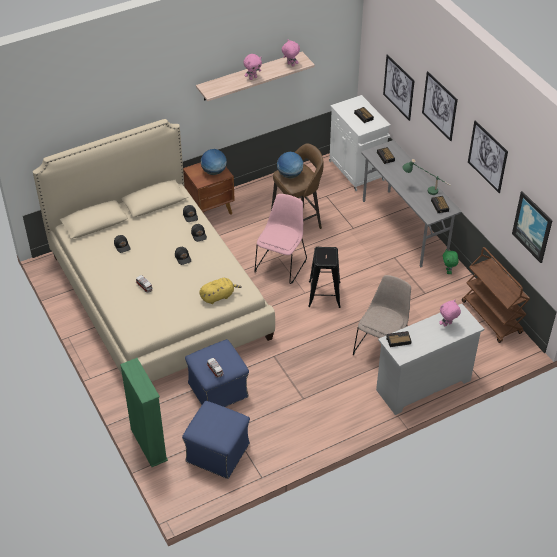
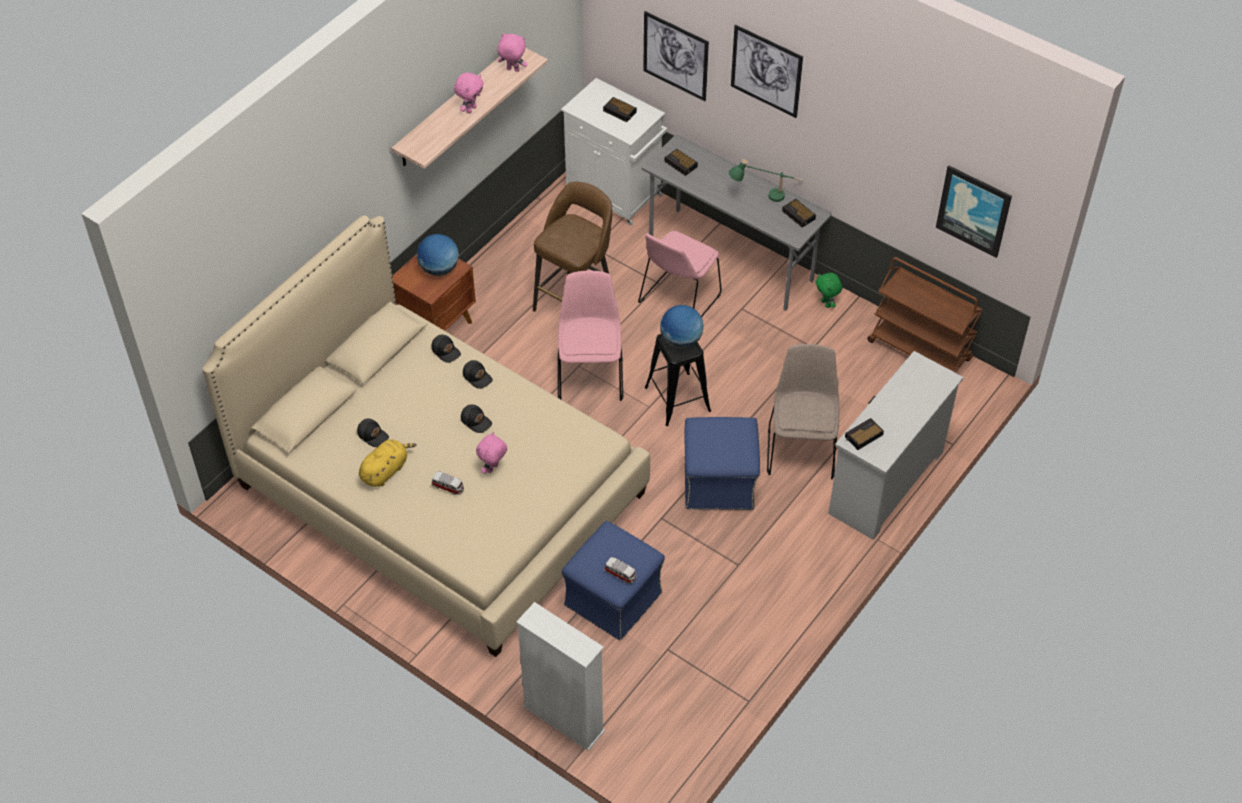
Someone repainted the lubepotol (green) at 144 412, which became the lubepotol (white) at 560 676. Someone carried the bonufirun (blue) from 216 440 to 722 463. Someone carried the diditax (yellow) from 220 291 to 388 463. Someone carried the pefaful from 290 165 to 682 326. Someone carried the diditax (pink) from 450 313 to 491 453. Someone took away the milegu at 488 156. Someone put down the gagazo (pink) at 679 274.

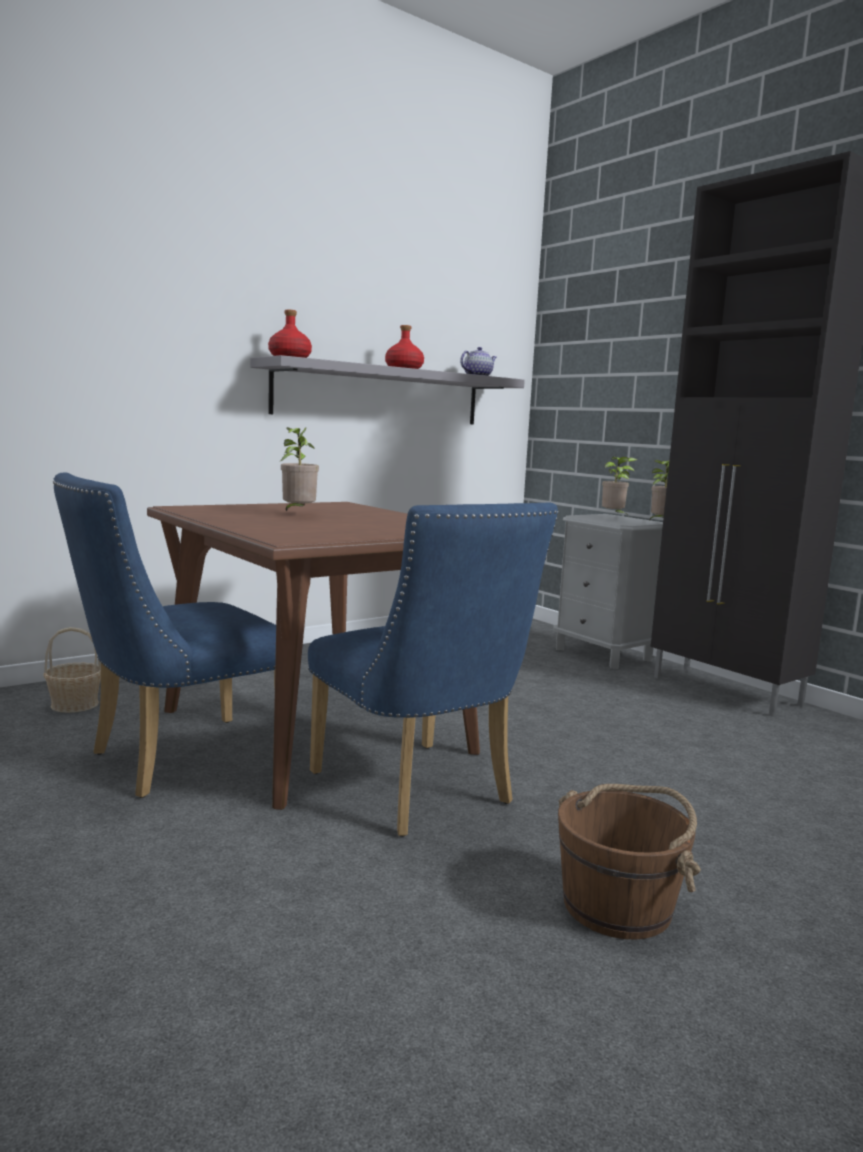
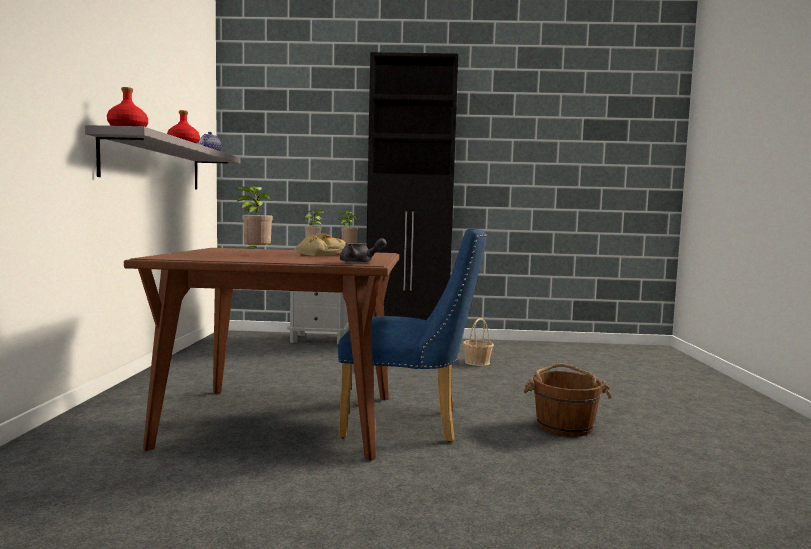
Someone carried the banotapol from 72 670 to 478 342. Someone took away the gagazo (blue) at 164 635. Someone put down the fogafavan at 320 244. Someone put down the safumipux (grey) at 363 250.

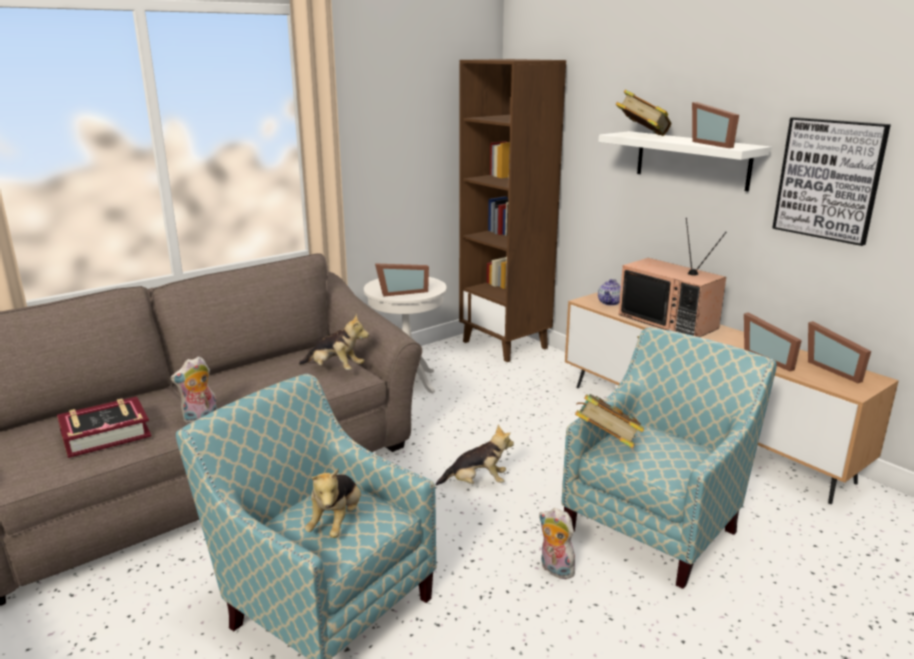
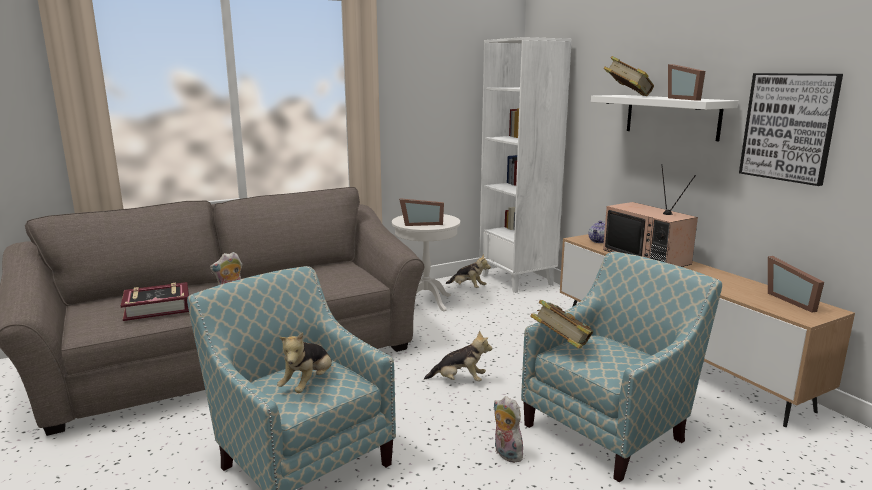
Someone carried the diditax from 334 342 to 468 271. Someone repainted the lubepotol (brown) at 512 210, which became the lubepotol (white) at 525 165. Someone took away the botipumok at 773 341.

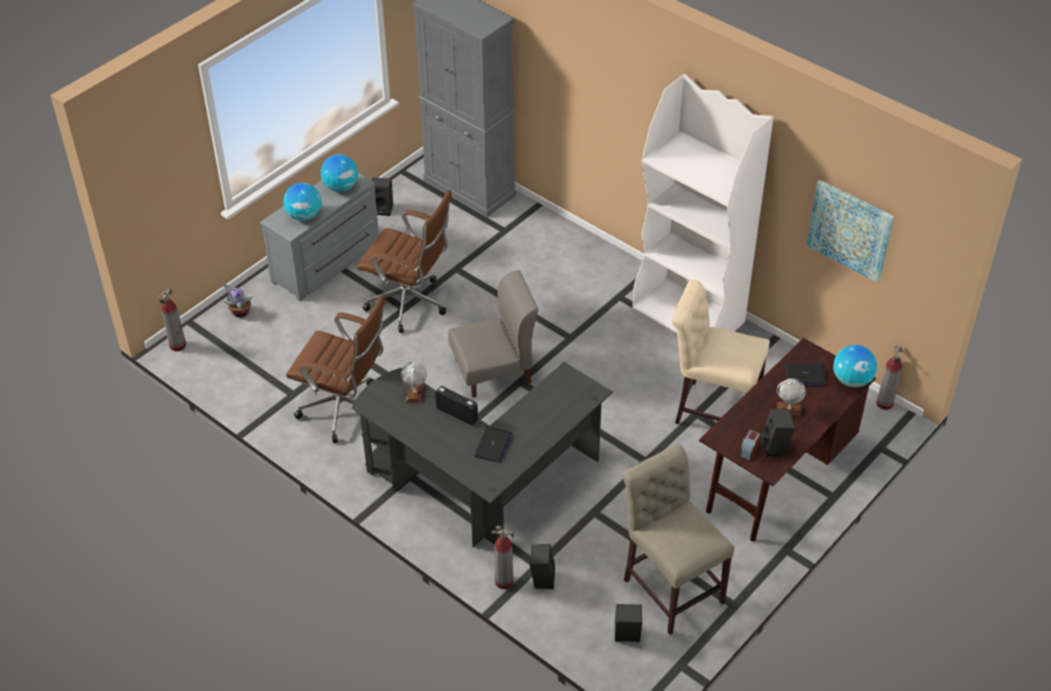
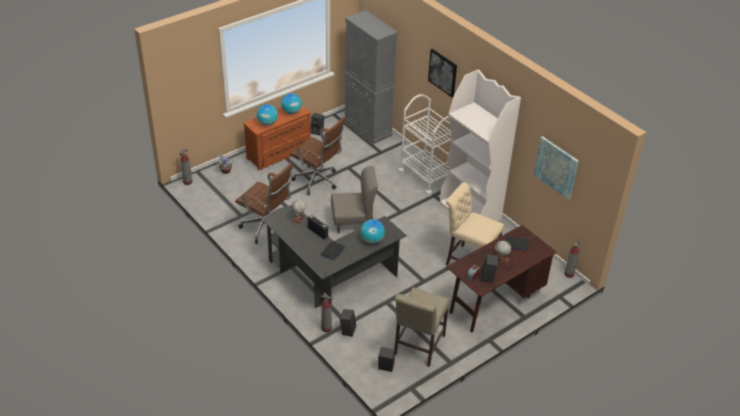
Someone repainted the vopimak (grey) at 319 237, which became the vopimak (brown) at 277 138. Someone rotated the gagazo (beige) at 678 539 by 135 degrees counterclockwise. Someone carried the pefaful from 855 366 to 373 231. Someone put down the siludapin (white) at 425 145. Someone put up the milegu at 442 73.

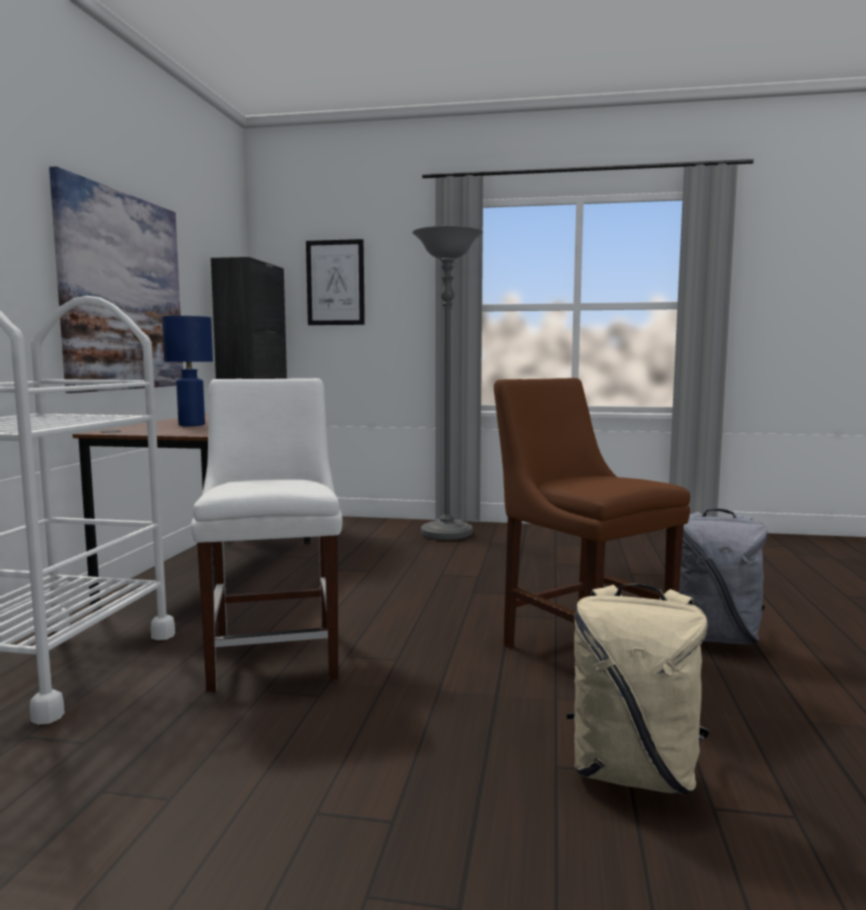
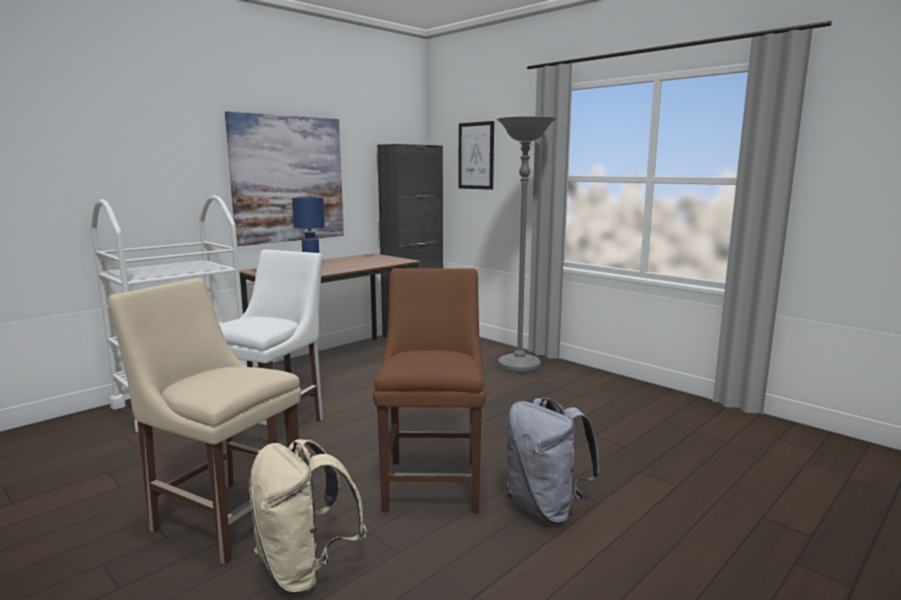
Someone put down the gagazo (beige) at 204 421.

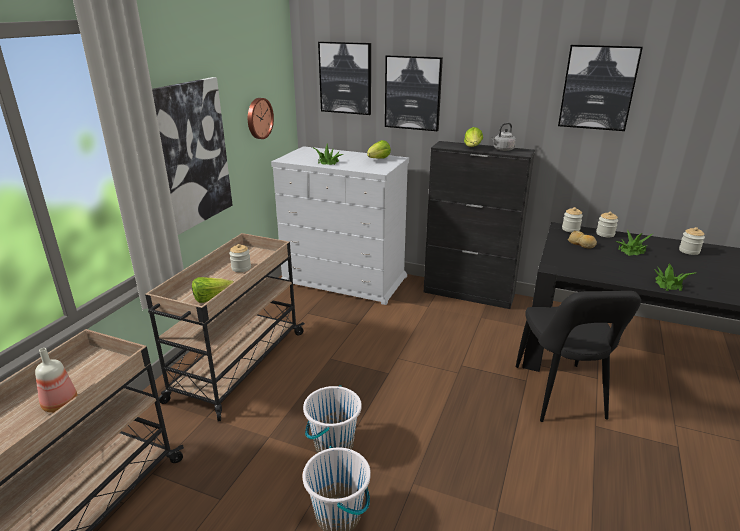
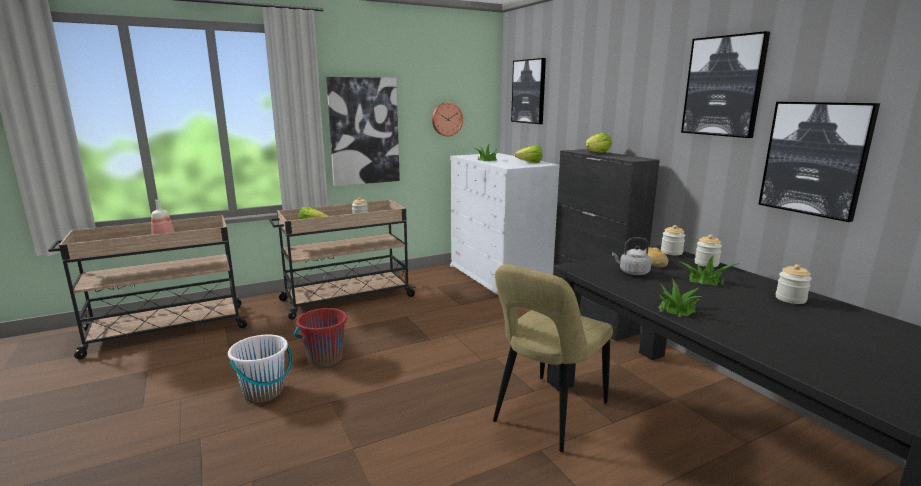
Someone repainted the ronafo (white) at 332 419, which became the ronafo (red) at 321 337. Someone carried the milegu from 414 93 to 819 162. Someone carried the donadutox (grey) from 504 137 to 632 256. Someone repainted the gagazo (black) at 578 356, which became the gagazo (beige) at 553 358.

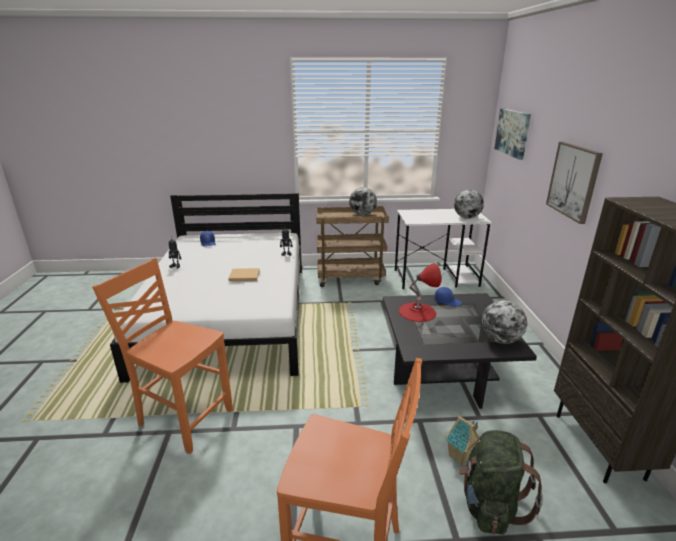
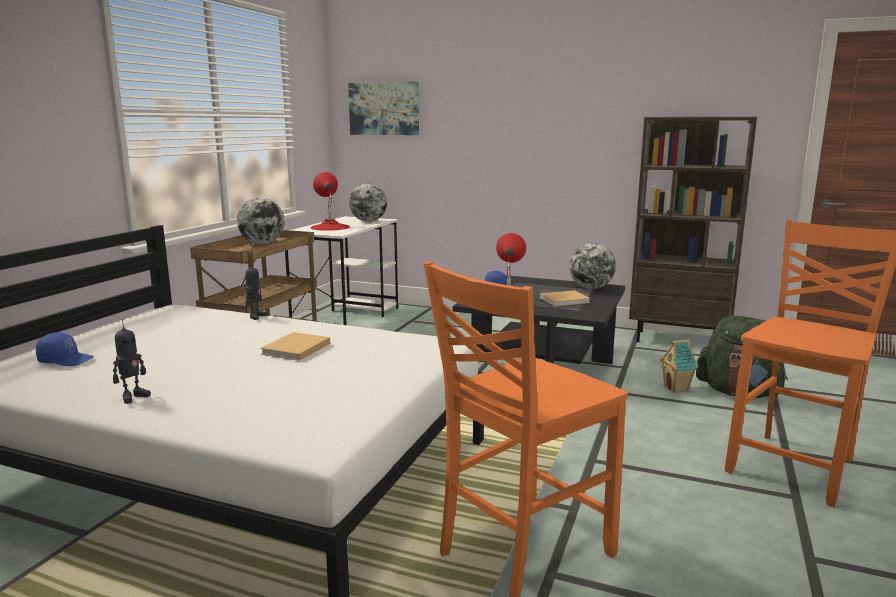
Someone took away the milegu at 574 183. Someone put down the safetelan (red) at 330 201. Someone put down the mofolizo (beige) at 565 298.

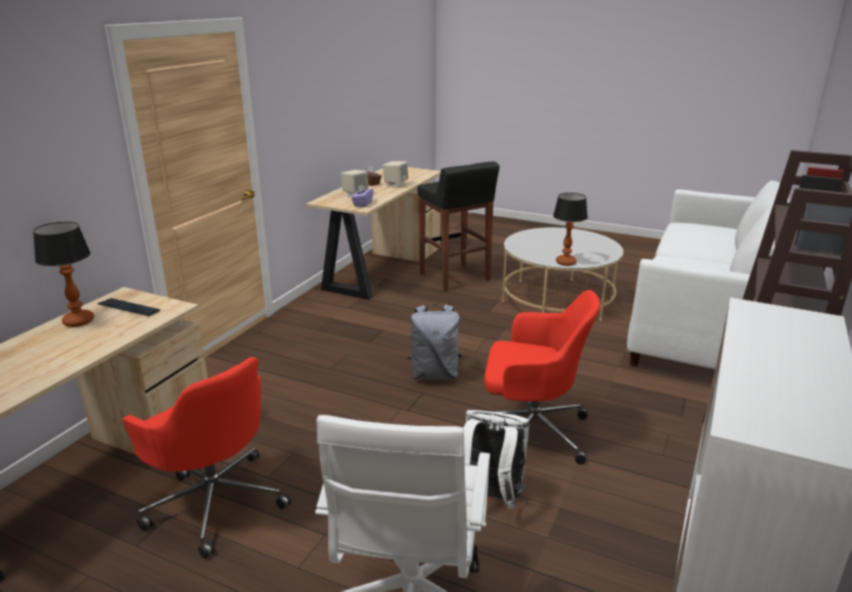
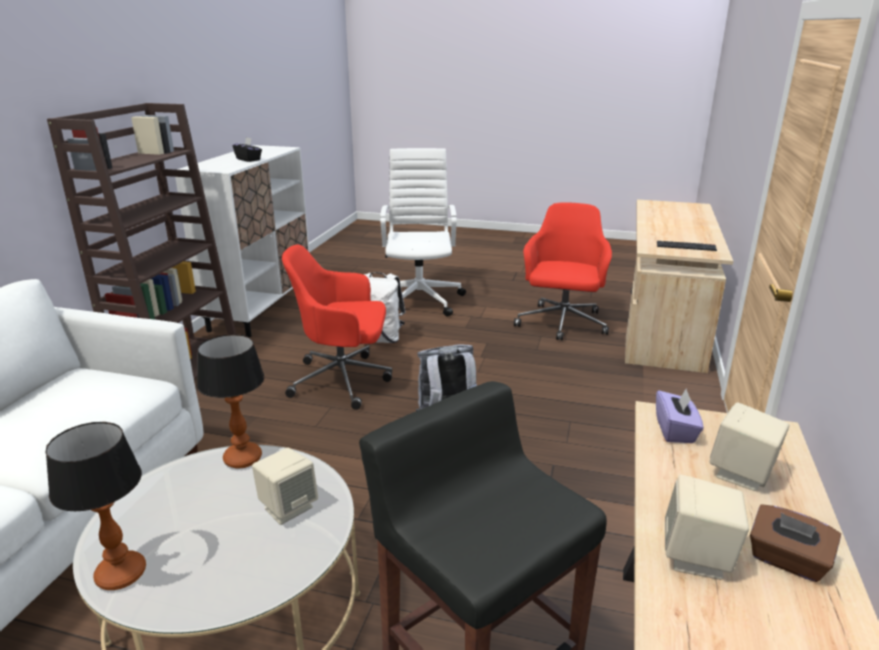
Someone carried the safetelan from 63 274 to 95 506. Someone rotated the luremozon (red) at 206 458 by 75 degrees clockwise. Someone put down the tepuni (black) at 247 149. Someone put down the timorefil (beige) at 285 486.

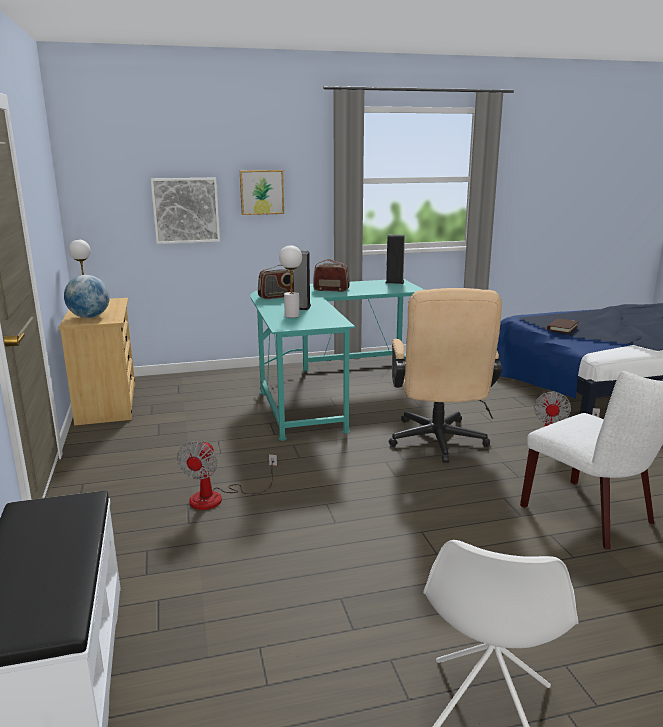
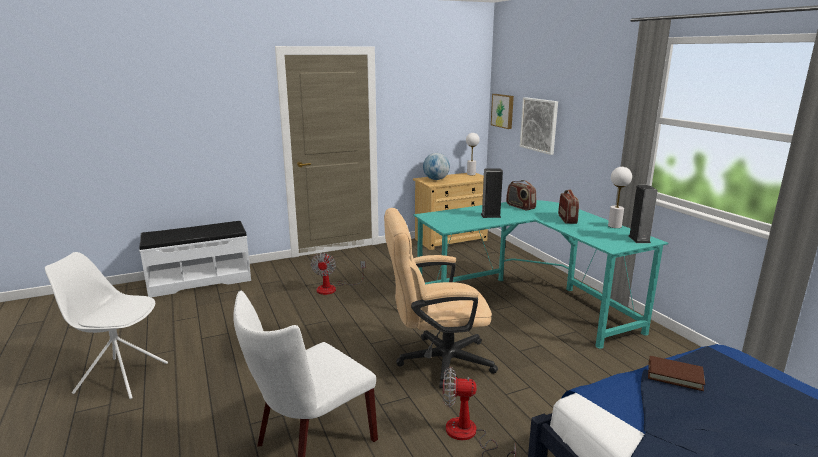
Someone rotated the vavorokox at 227 475 by 90 degrees counterclockwise. Someone carried the milegu from 262 192 to 502 111. Someone carried the safetelan (white) from 290 281 to 620 197.

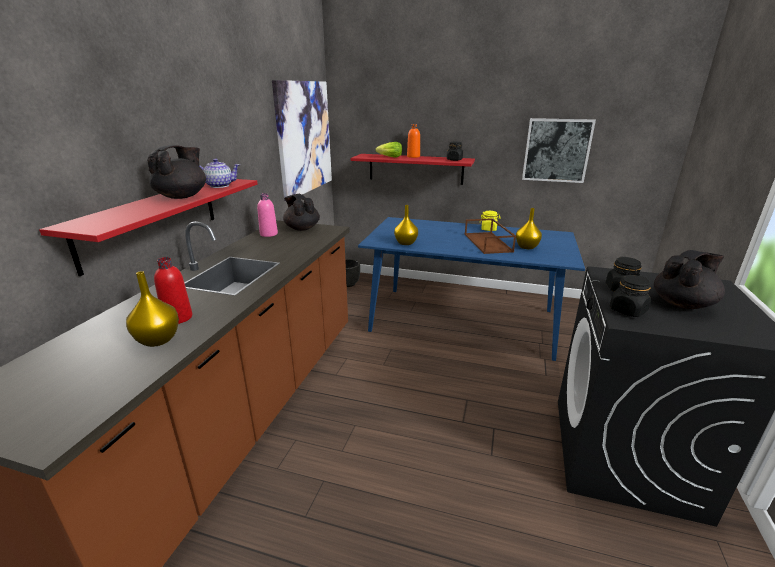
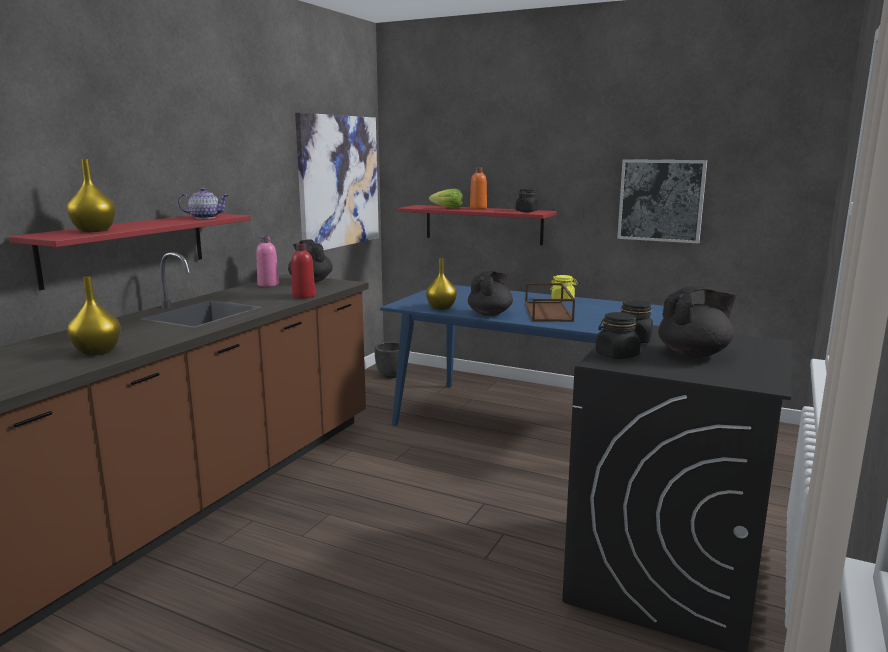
Someone carried the safumipux (black) from 176 172 to 490 293. Someone carried the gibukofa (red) from 173 290 to 303 271. Someone carried the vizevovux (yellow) from 529 228 to 91 195.

